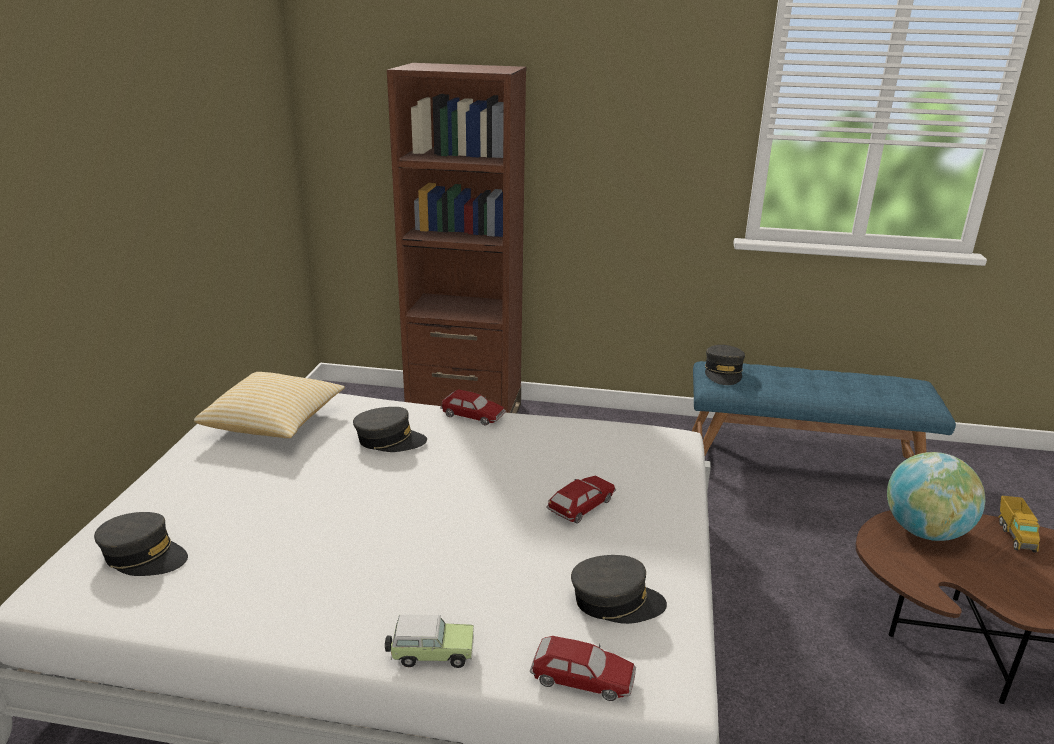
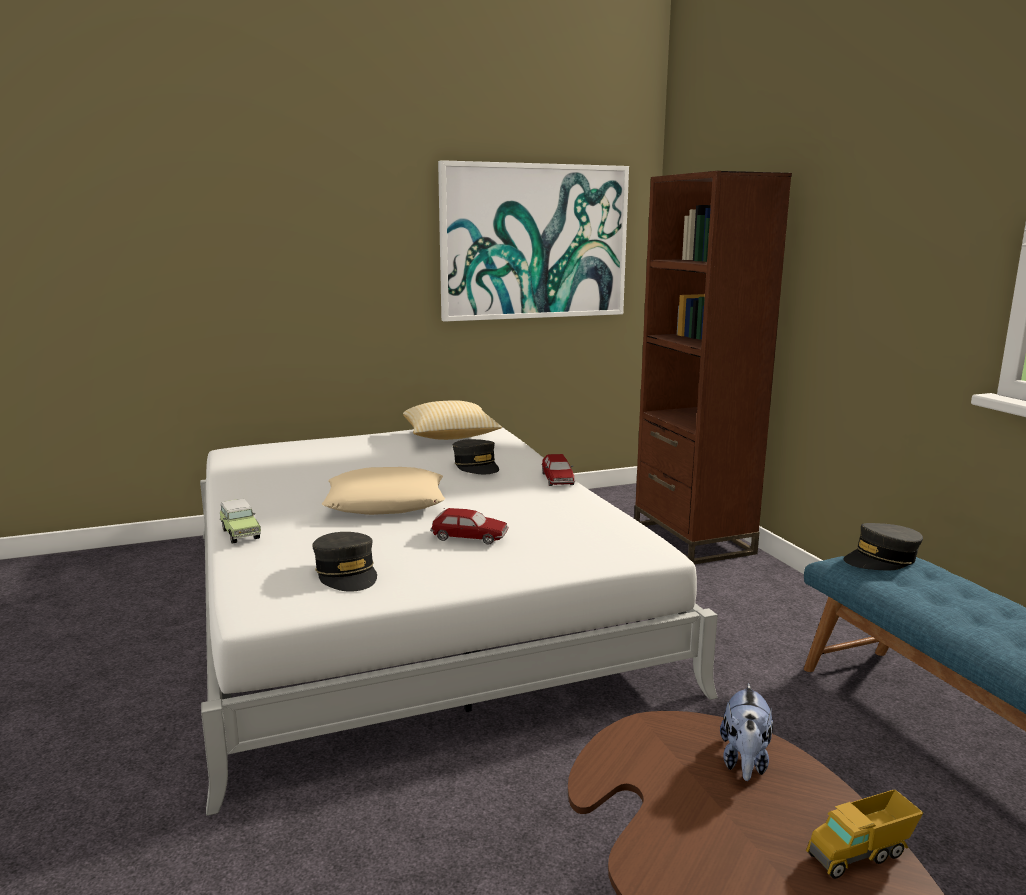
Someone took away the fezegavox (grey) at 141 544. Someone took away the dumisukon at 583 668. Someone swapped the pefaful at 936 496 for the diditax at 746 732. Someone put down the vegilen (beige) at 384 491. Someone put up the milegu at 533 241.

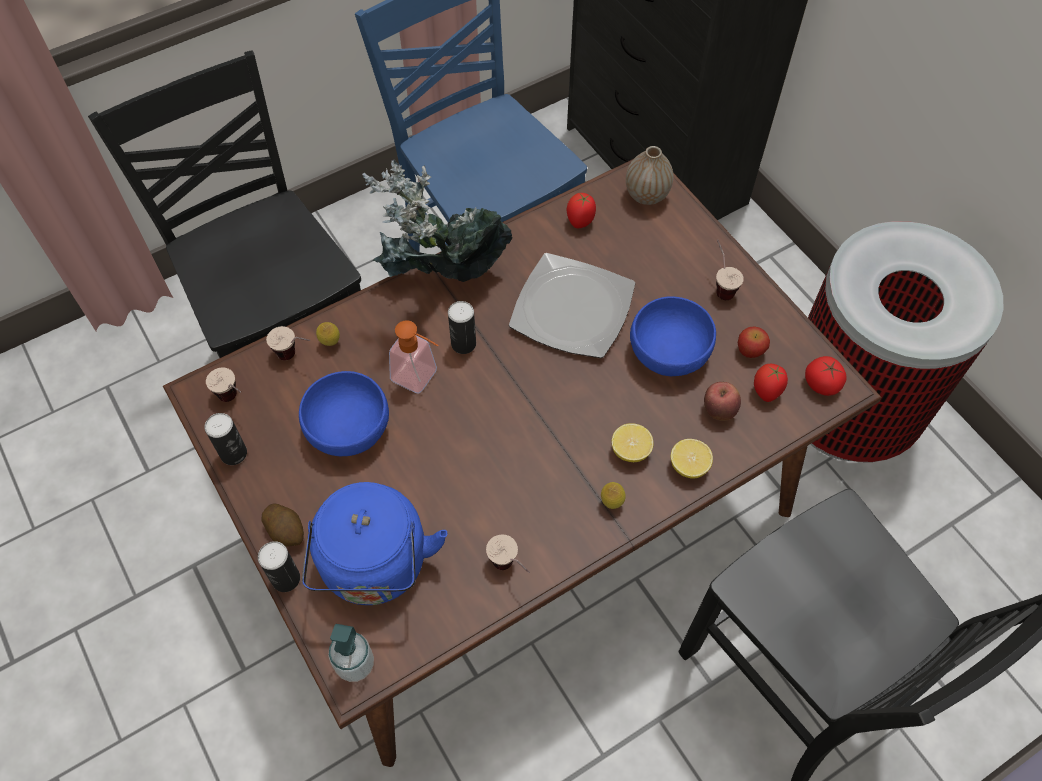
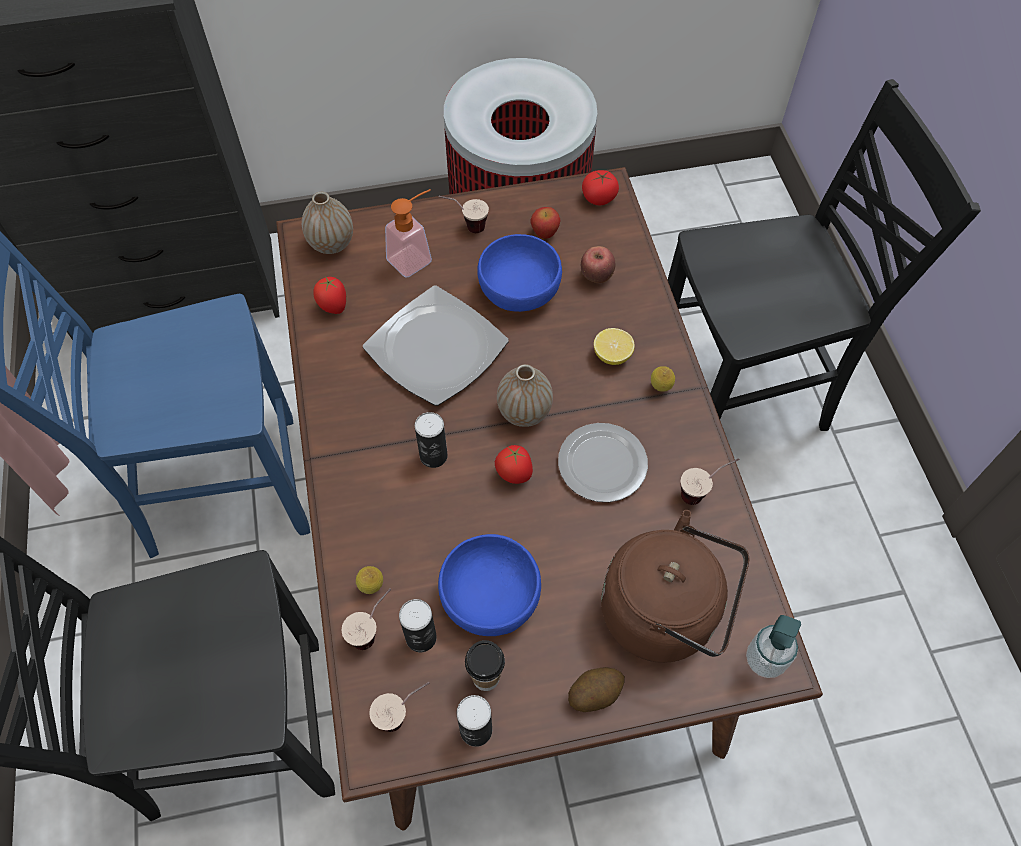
Someone carried the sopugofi from 279 566 to 418 625. Someone repainted the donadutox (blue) at 374 543, which became the donadutox (brown) at 675 586. Someone took away the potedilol at 437 221. Someone carried the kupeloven from 414 357 to 408 233. Someone took away the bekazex at 692 459. Someone carried the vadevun from 771 383 to 514 464. Someone put down the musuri at 485 665. Someone put down the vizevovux at 525 395. Someone put down the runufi at 603 462.

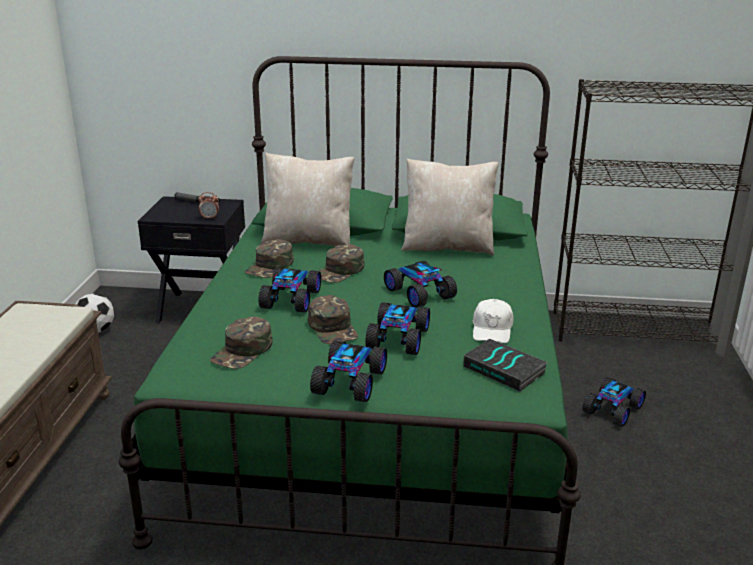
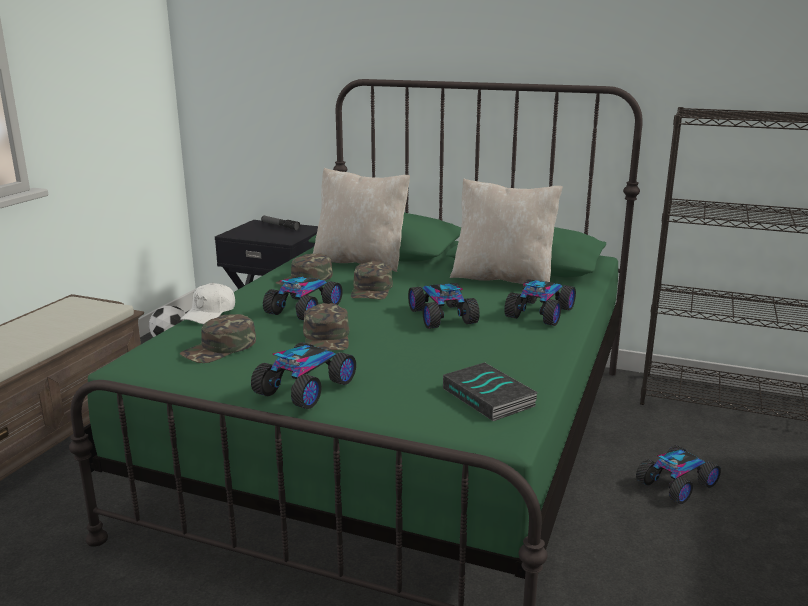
Someone took away the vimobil at 208 205. Someone rotated the fezegavox (green) at 341 263 by 45 degrees counterclockwise. Someone carried the dumisukon from 397 328 to 540 302. Someone carried the fezegavox (white) from 493 321 to 207 303.

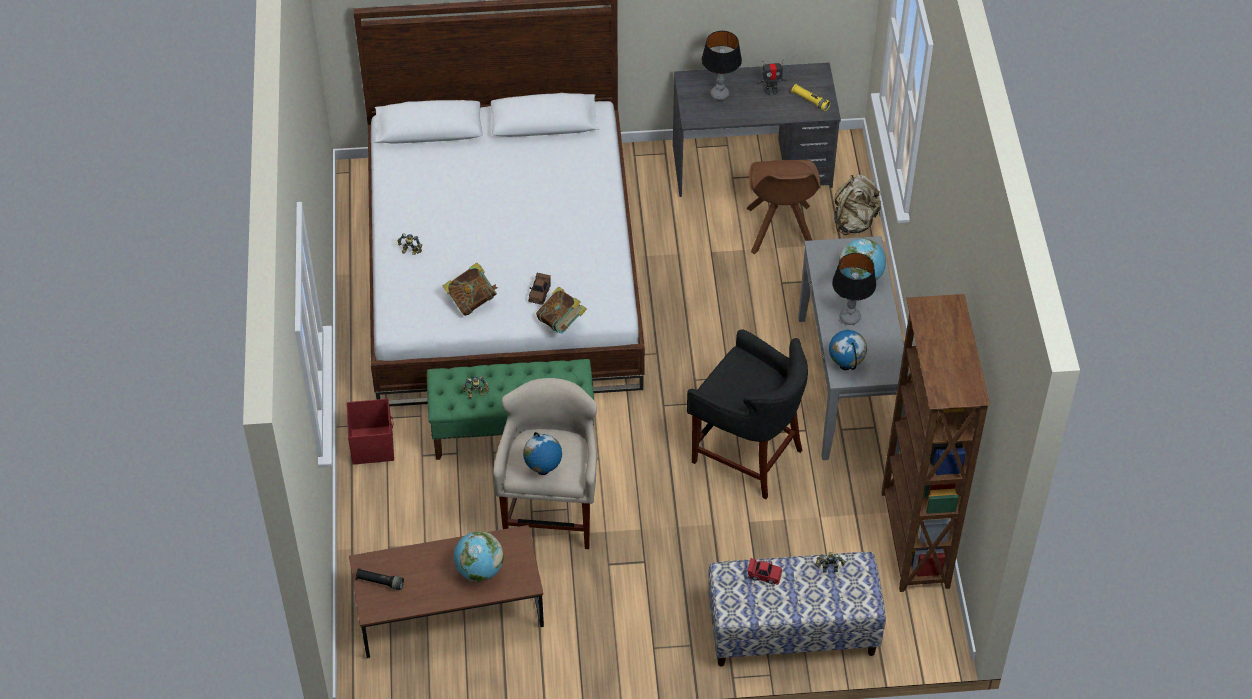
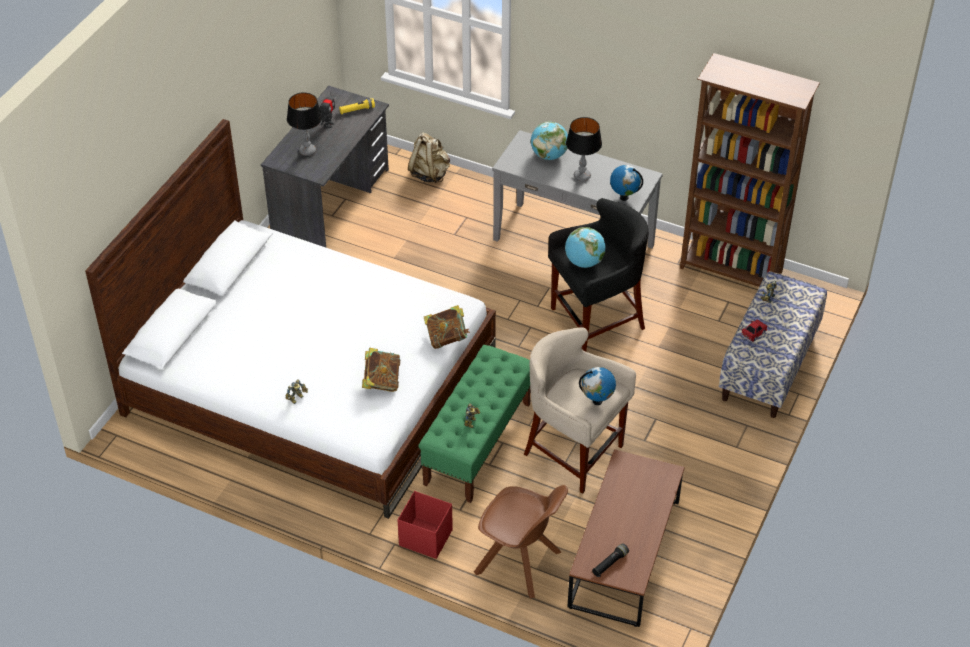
Someone carried the pefaful from 479 556 to 585 247. Someone took away the dumisukon (brown) at 539 289. Someone carried the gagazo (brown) from 783 207 to 521 541.

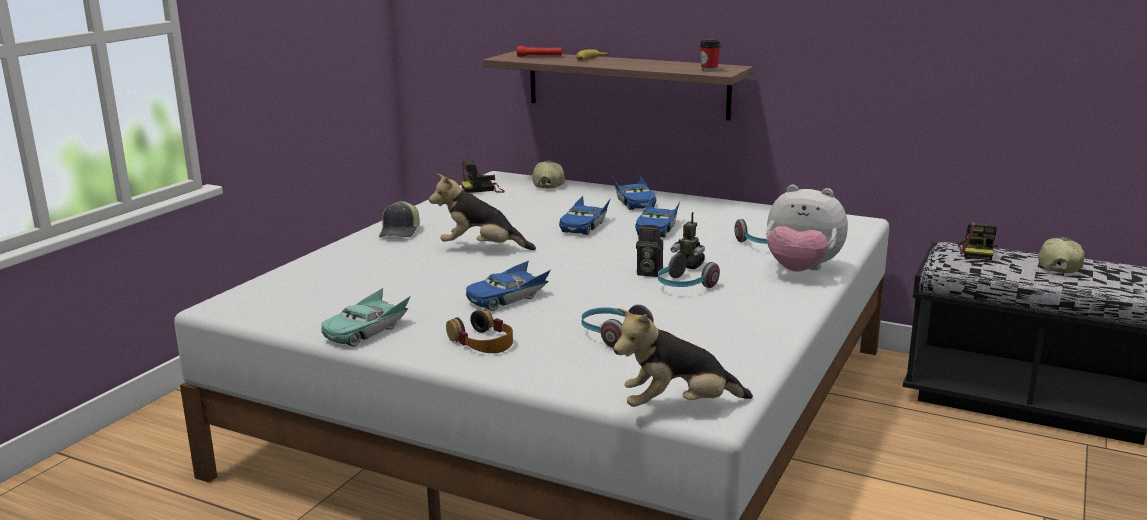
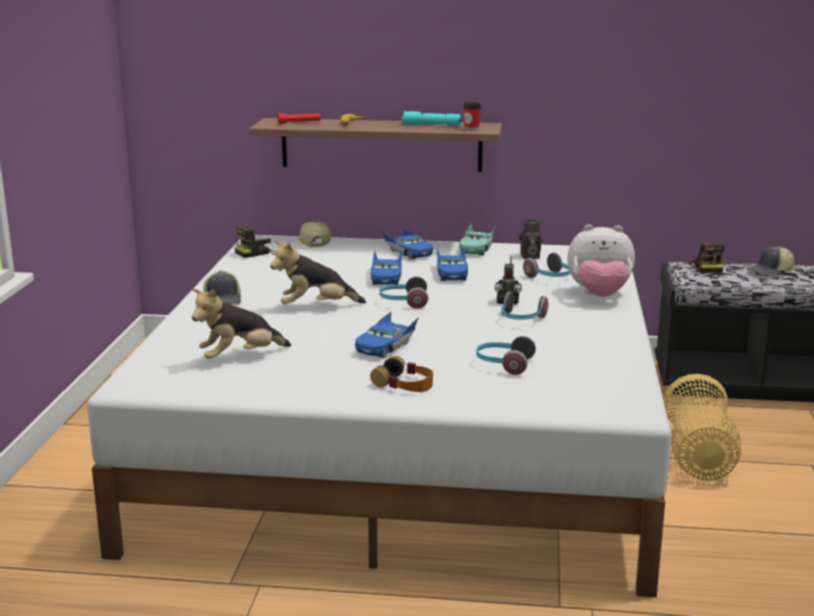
Someone carried the dumisukon (turquoise) from 366 317 to 477 239. Someone carried the diditax from 683 357 to 241 323. Someone carried the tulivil from 649 251 to 529 239. Someone rotated the fezegavox at 1061 255 by 120 degrees counterclockwise. Someone put down the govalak at 403 292. Someone put down the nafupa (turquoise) at 431 118. Someone put down the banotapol at 702 427.

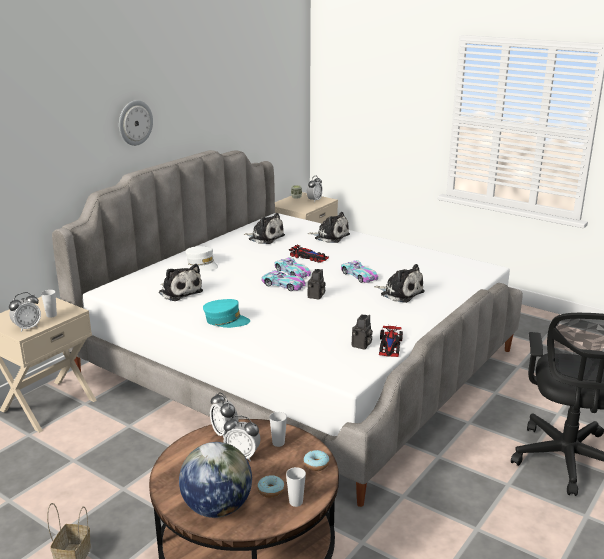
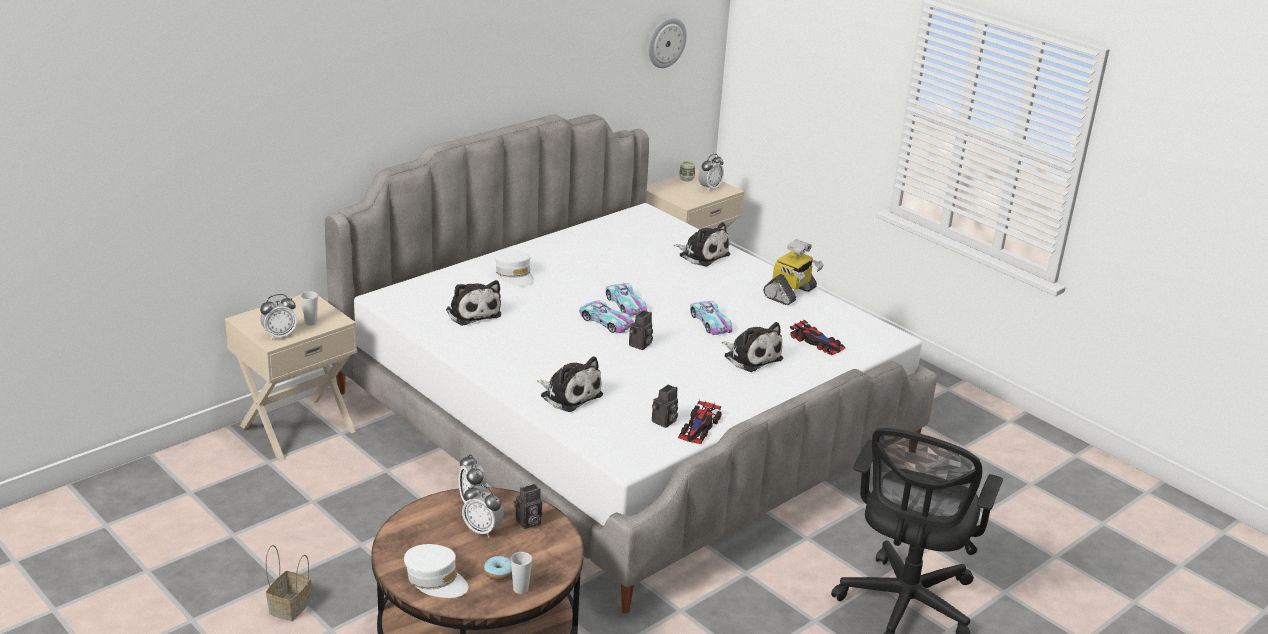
Someone carried the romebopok from 136 123 to 667 42. Someone swapped the pefaful at 215 480 for the fezegavox (white) at 436 571. Someone took away the fezegavox (turquoise) at 226 313. Someone carried the diditax from 264 228 to 570 384. Someone swapped the musuri at 278 429 for the tulivil at 528 506. Someone carried the dumisukon from 309 254 to 817 337. Someone took away the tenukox at 316 460. Someone put down the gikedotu at 793 272.

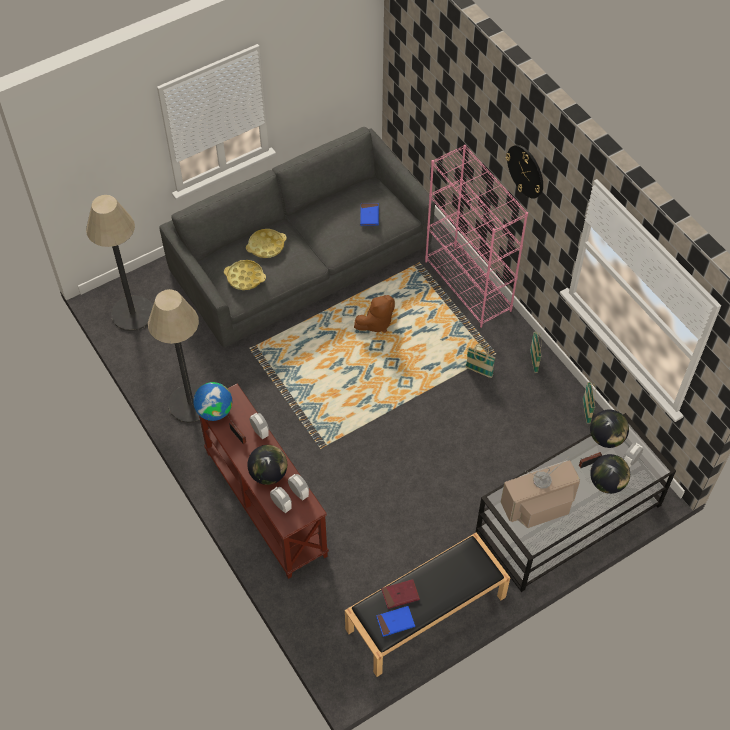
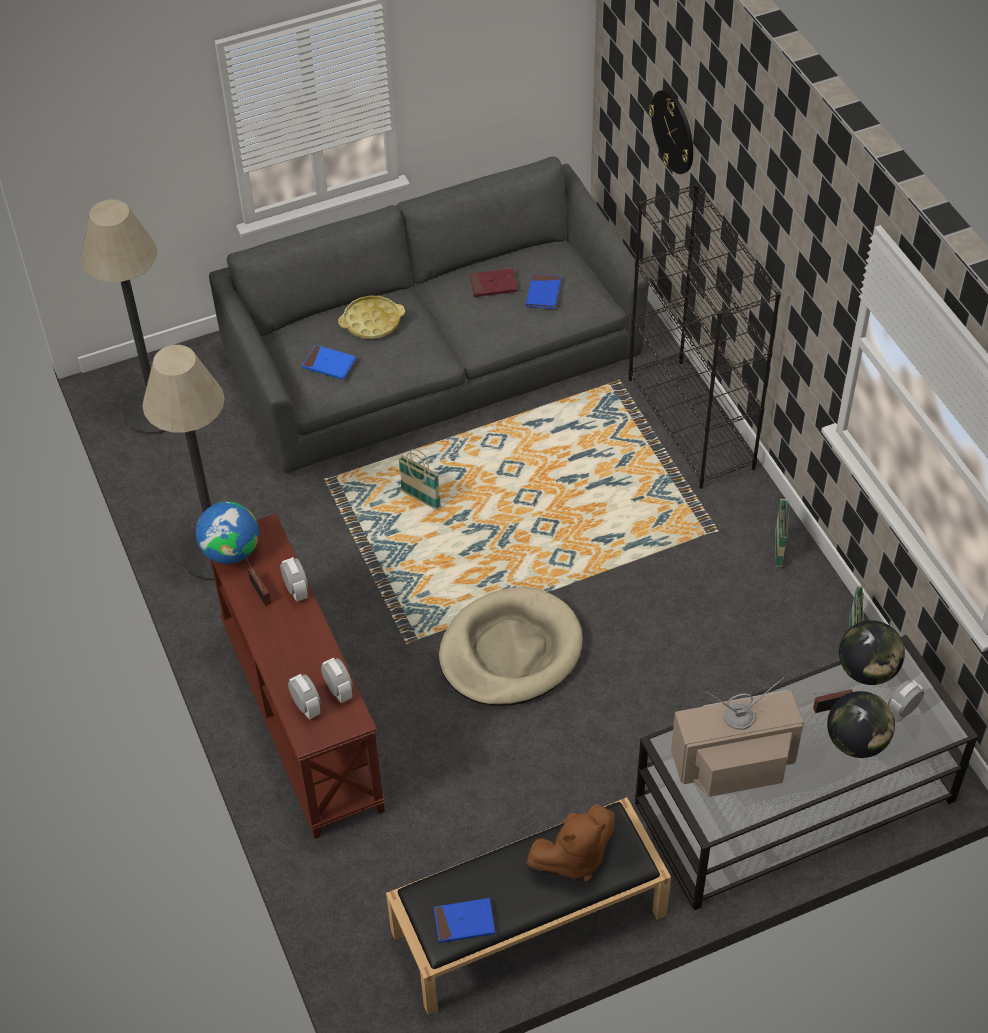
Someone swapped the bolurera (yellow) at 245 275 for the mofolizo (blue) at 329 362. Someone took away the pefaful at 267 465. Someone carried the diditax (brown) from 374 314 to 571 843. Someone carried the mofolizo (red) from 401 594 to 493 282. Someone repainted the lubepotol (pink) at 476 236, which became the lubepotol (black) at 705 336. Someone carried the banotapol from 480 361 to 419 480. Someone carried the romebopok from 524 172 to 671 132. Someone put down the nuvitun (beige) at 511 646.

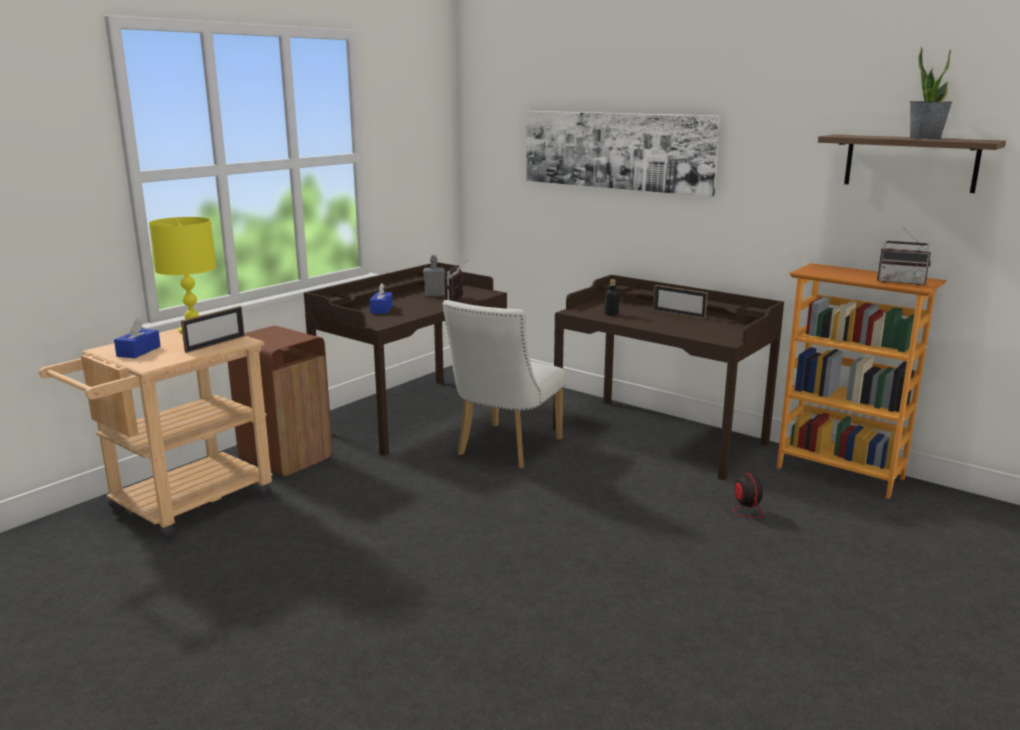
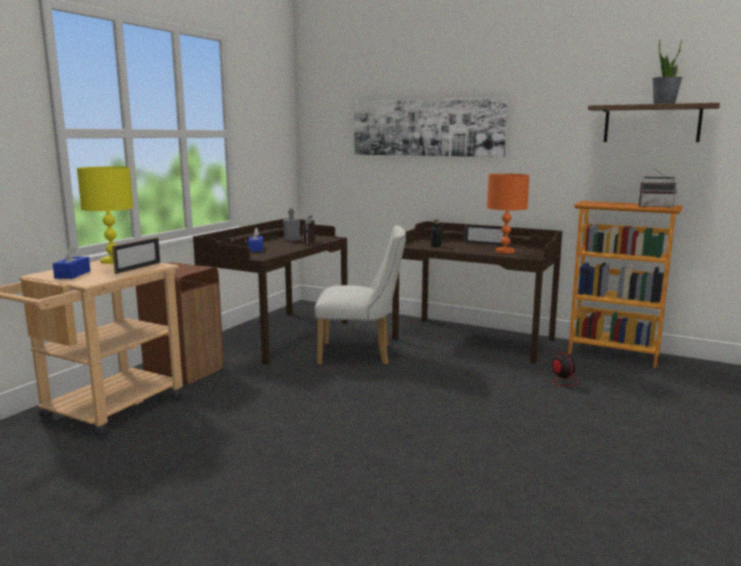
Someone rotated the gagazo (white) at 504 384 by 105 degrees counterclockwise. Someone put down the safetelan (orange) at 508 214.

